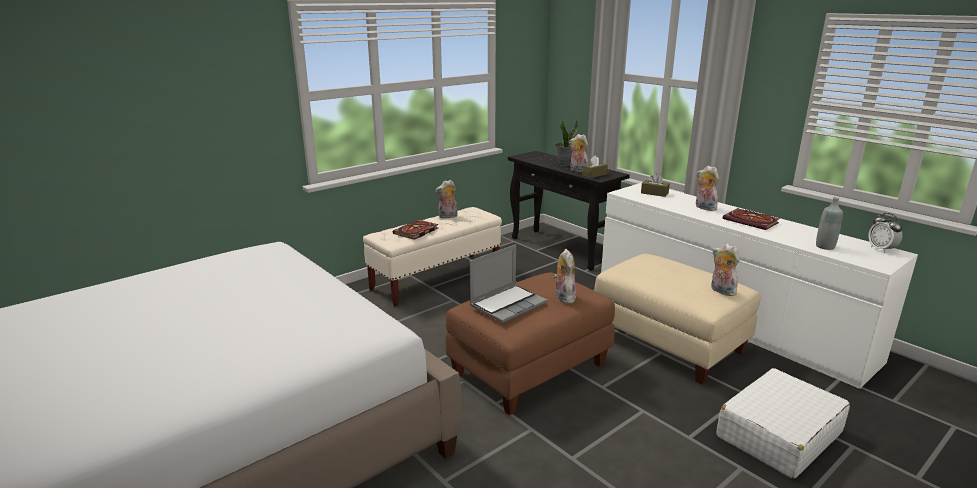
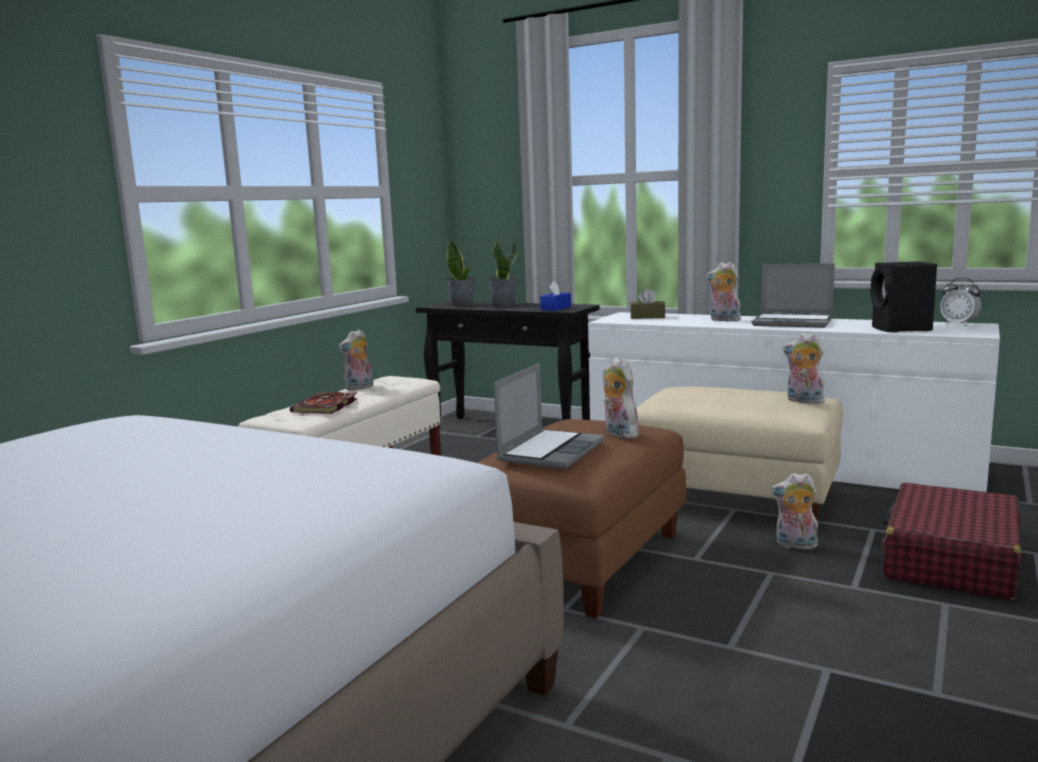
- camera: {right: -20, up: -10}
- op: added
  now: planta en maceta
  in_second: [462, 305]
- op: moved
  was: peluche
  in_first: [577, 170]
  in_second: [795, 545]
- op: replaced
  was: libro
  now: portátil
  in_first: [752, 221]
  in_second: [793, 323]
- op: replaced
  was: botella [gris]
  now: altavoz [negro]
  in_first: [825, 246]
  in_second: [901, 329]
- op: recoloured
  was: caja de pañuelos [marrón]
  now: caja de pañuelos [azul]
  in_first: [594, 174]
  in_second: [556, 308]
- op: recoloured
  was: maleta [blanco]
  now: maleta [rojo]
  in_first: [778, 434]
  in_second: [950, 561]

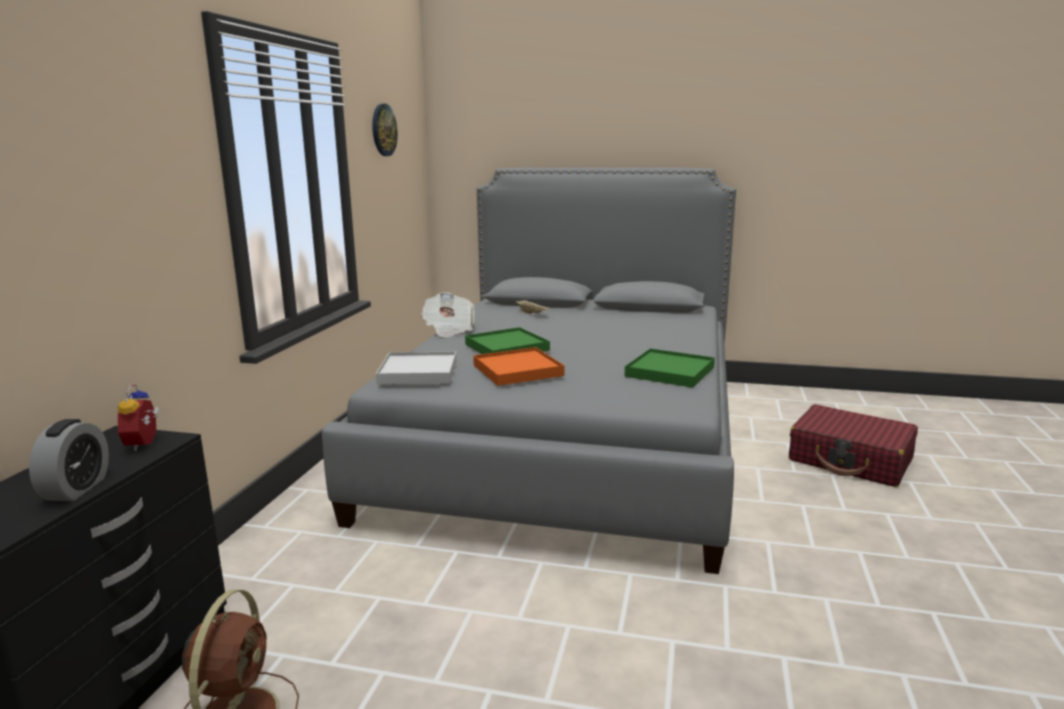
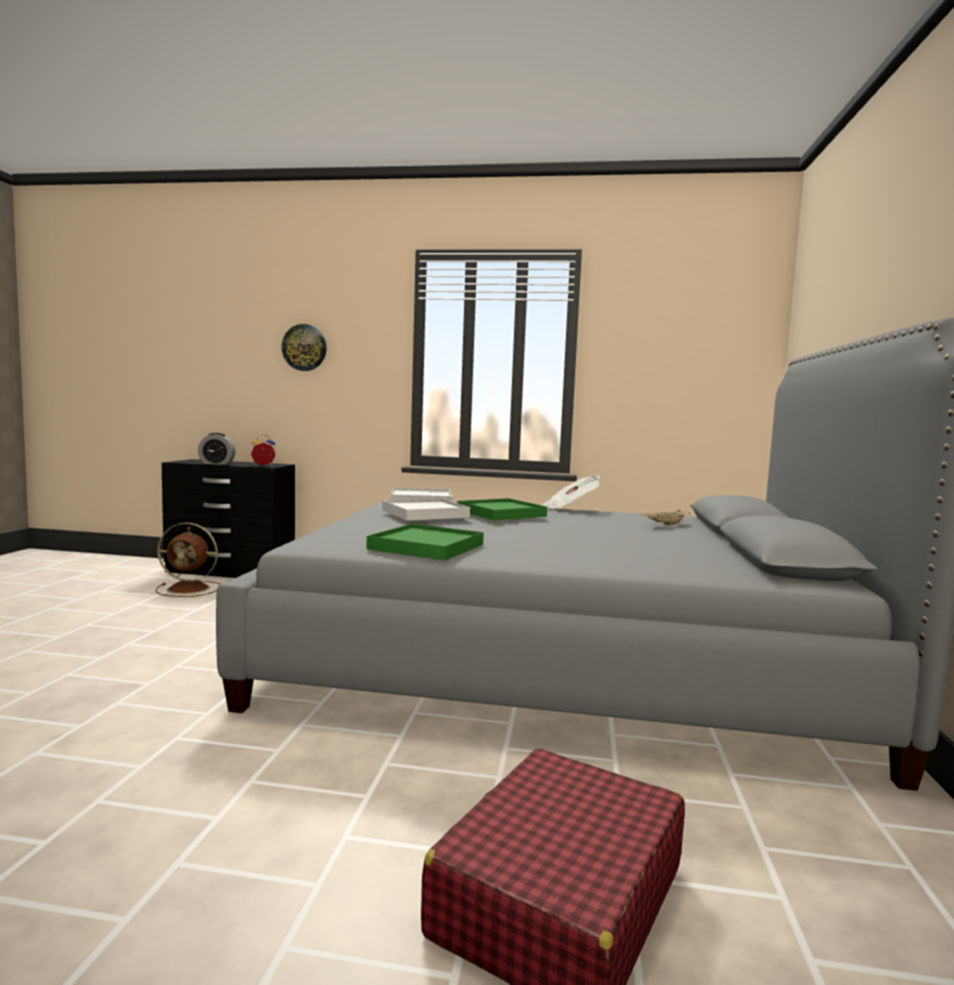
- camera: {right: 85, up: -10}
- op: moved
  was: reloj de pared
  in_first: [383, 130]
  in_second: [304, 347]
- op: recoloured
  was: bandeja [naranja]
  now: bandeja [blanco]
  in_first: [517, 370]
  in_second: [424, 513]

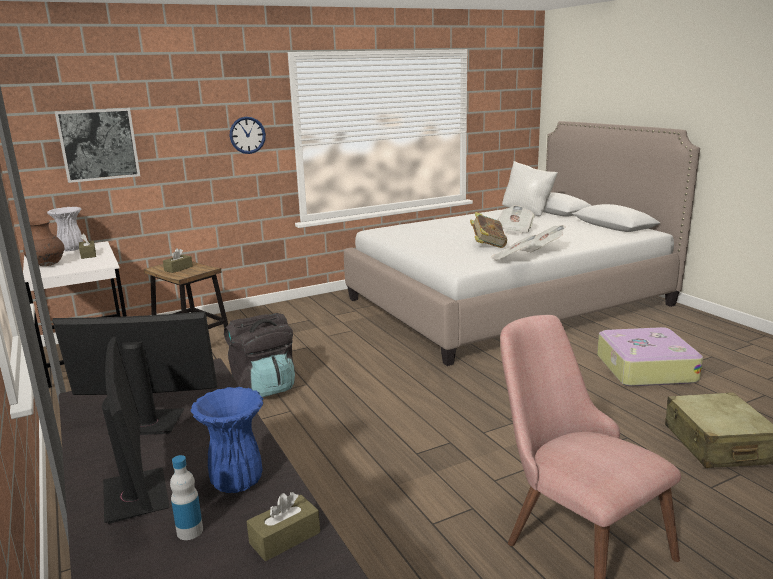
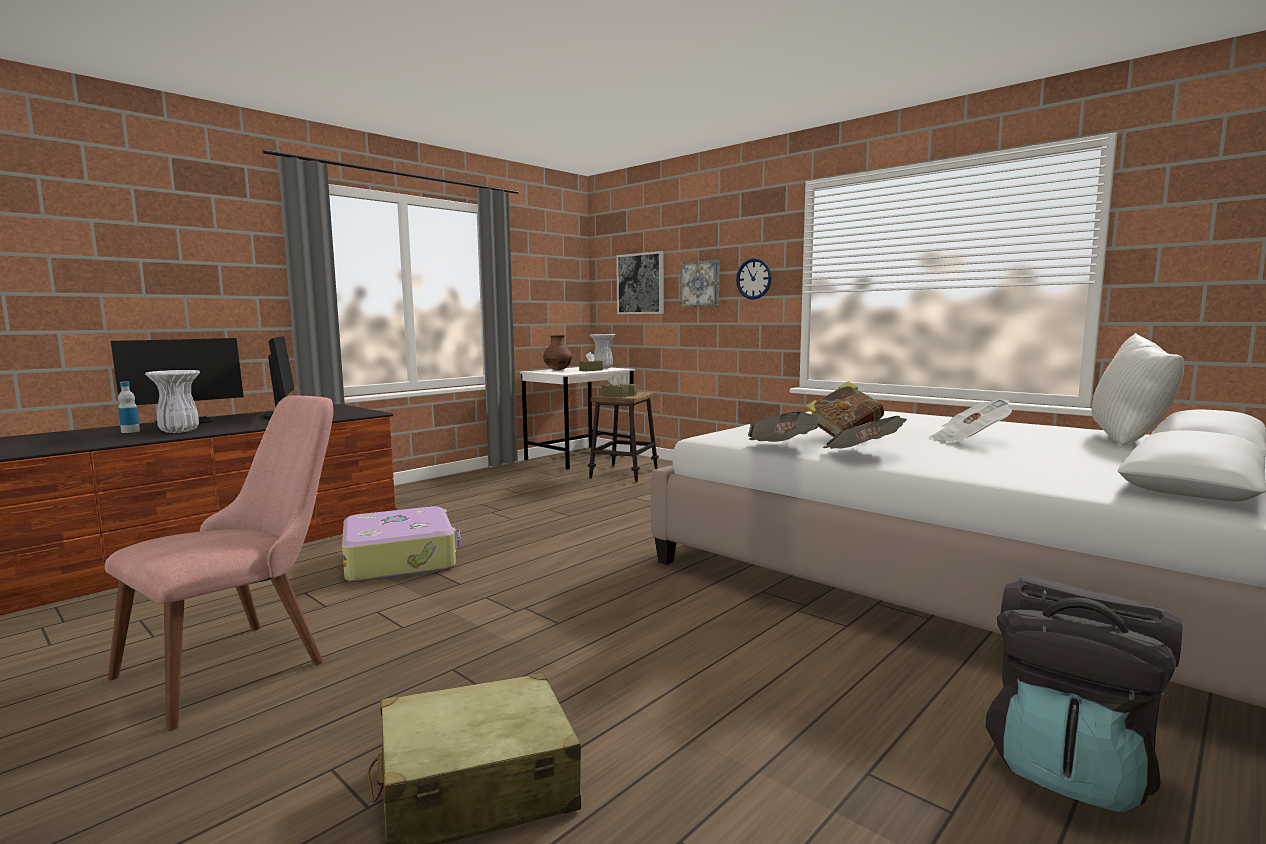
- camera: {right: 70, up: -10}
- op: added
  now: cuadro
  in_second: [701, 284]
- op: moved
  was: mochila [negro]
  in_first: [264, 387]
  in_second: [1071, 766]
- op: moved
  was: caja de pañuelos [marrón]
  in_first: [285, 538]
  in_second: [615, 396]
- op: moved
  was: maleta
  in_first: [644, 368]
  in_second: [401, 559]
- op: recoloured
  was: florero [azul]
  now: florero [blanco]
  in_first: [236, 483]
  in_second: [178, 431]

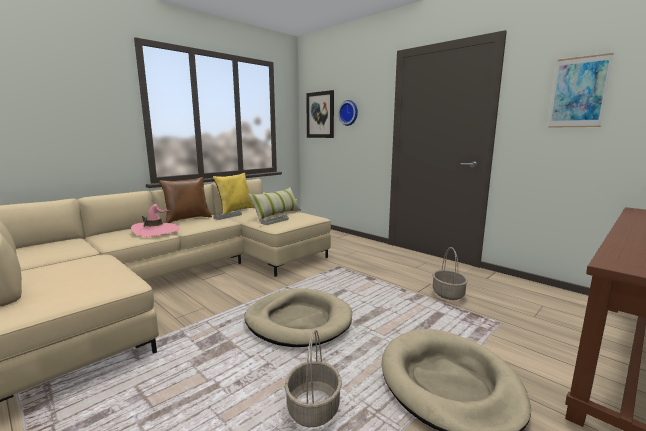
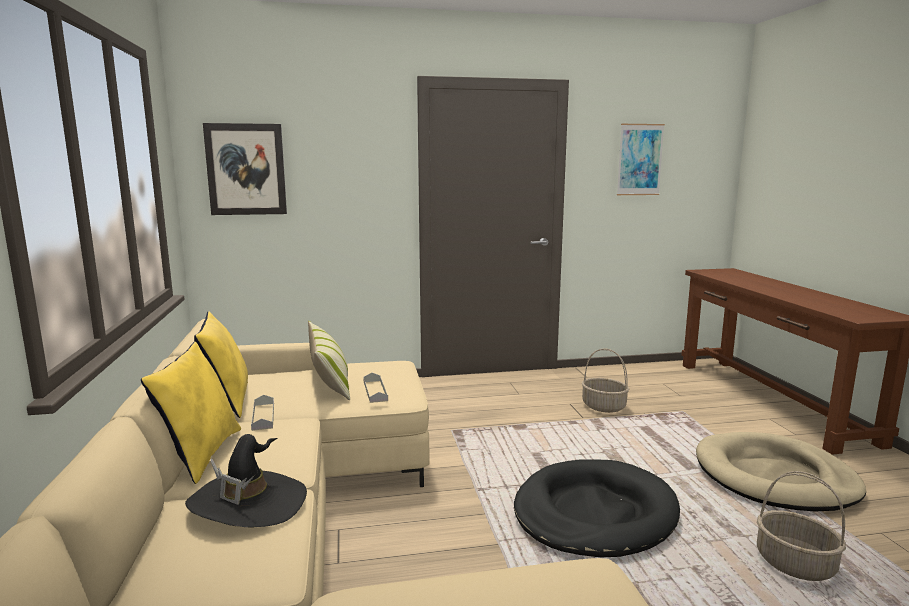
- camera: {right: -55, up: 0}
- op: removed
  was: reloj de pared
  in_first: [349, 113]
- op: recoloured
  was: sombrero [rosa]
  now: sombrero [negro]
  in_first: [156, 231]
  in_second: [248, 503]
- op: recoloured
  was: cojín [marrón]
  now: cojín [amarillo]
  in_first: [188, 219]
  in_second: [201, 455]
- op: recoloured
  was: cama para perro [beis]
  now: cama para perro [negro]
  in_first: [298, 321]
  in_second: [594, 513]

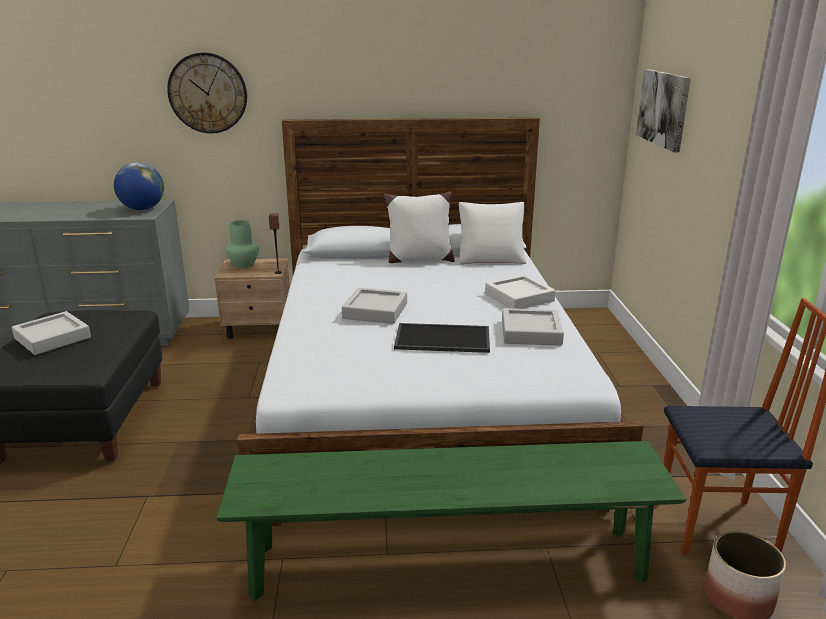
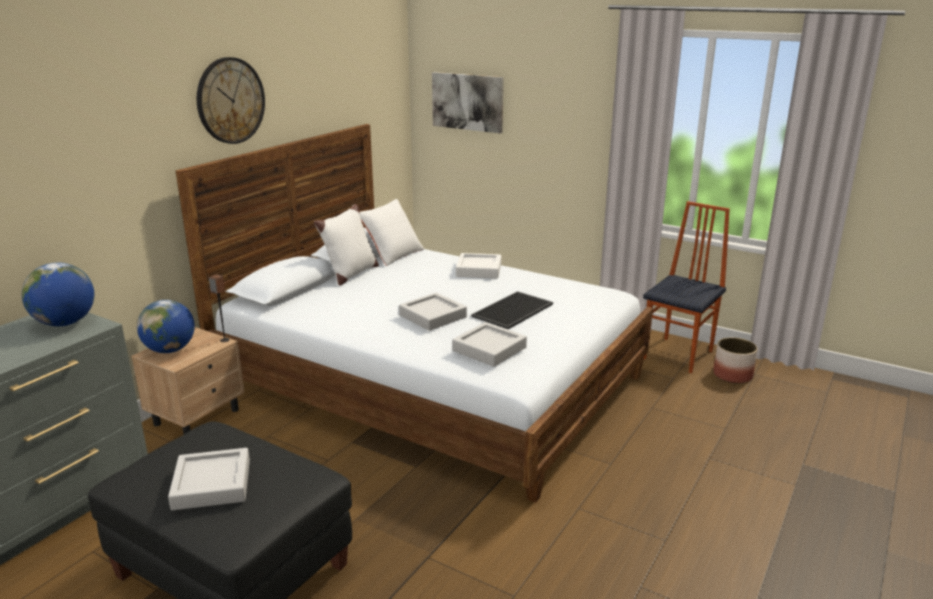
- camera: {right: -55, up: 0}
- op: removed
  was: banco [verde]
  in_first: [448, 562]
- op: moved
  was: reloj de pared
  in_first: [208, 93]
  in_second: [230, 100]
- op: moved
  was: bandeja [gris]
  in_first: [531, 332]
  in_second: [489, 349]
- op: replaced
  was: florero [verde]
  now: globo terráqueo
  in_first: [244, 265]
  in_second: [170, 350]

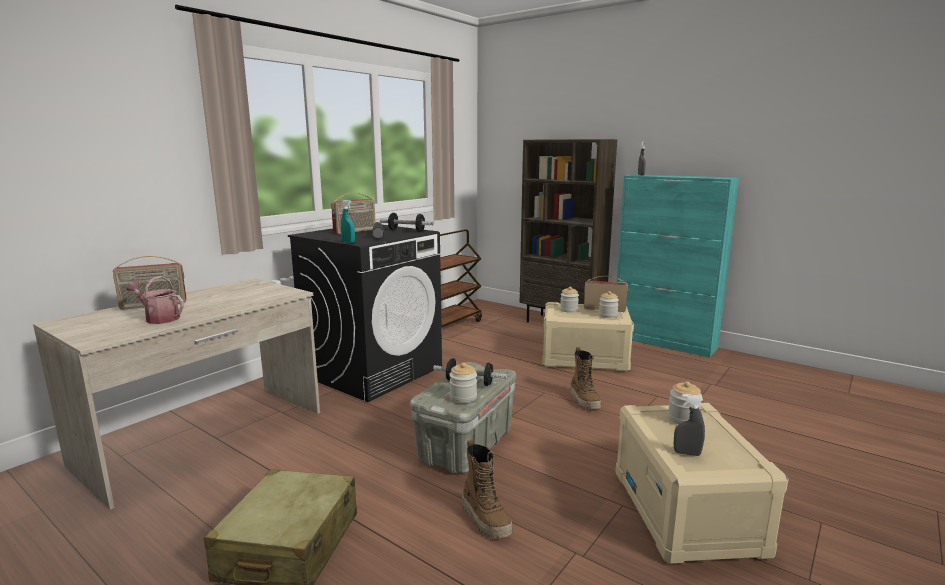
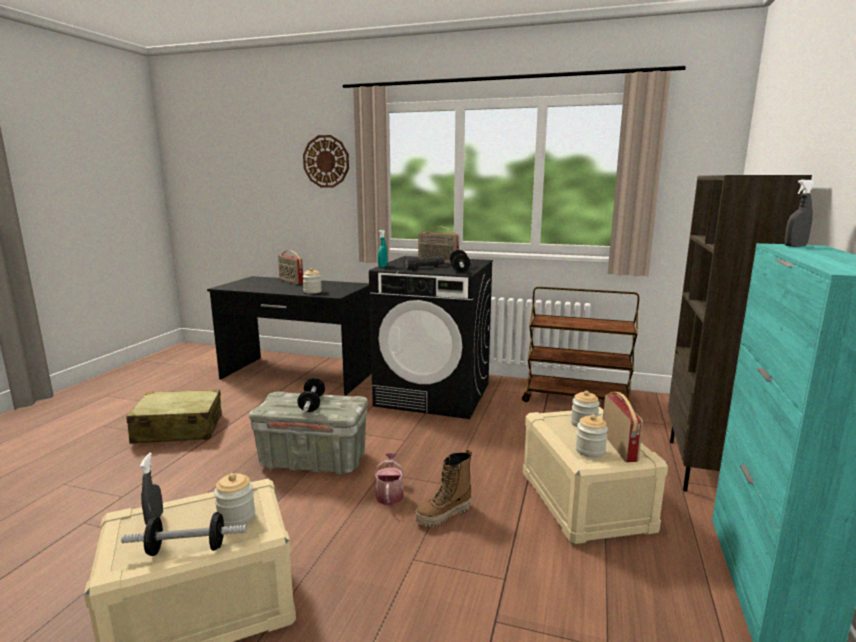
- camera: {right: 70, up: 0}
- op: removed
  was: bota
  in_first: [486, 520]
- op: added
  now: mancuerna
  in_second: [187, 549]
- op: added
  now: reloj de pared
  in_second: [326, 161]
- op: moved
  was: regadera
  in_first: [159, 318]
  in_second: [389, 494]
- op: moved
  was: tarro
  in_first: [463, 397]
  in_second: [312, 292]
- op: recoloured
  was: escritorio [beis]
  now: escritorio [negro]
  in_first: [205, 438]
  in_second: [297, 375]

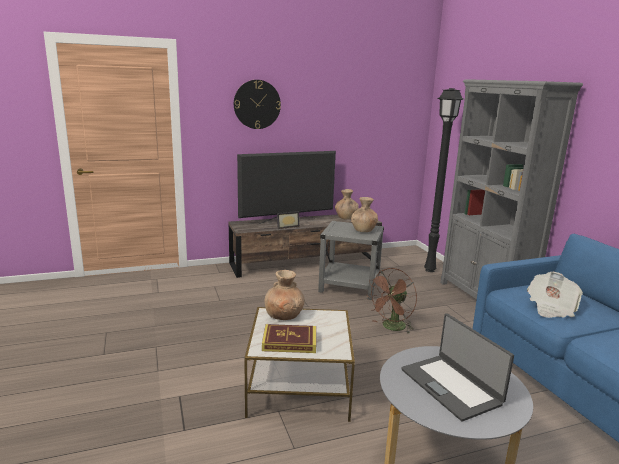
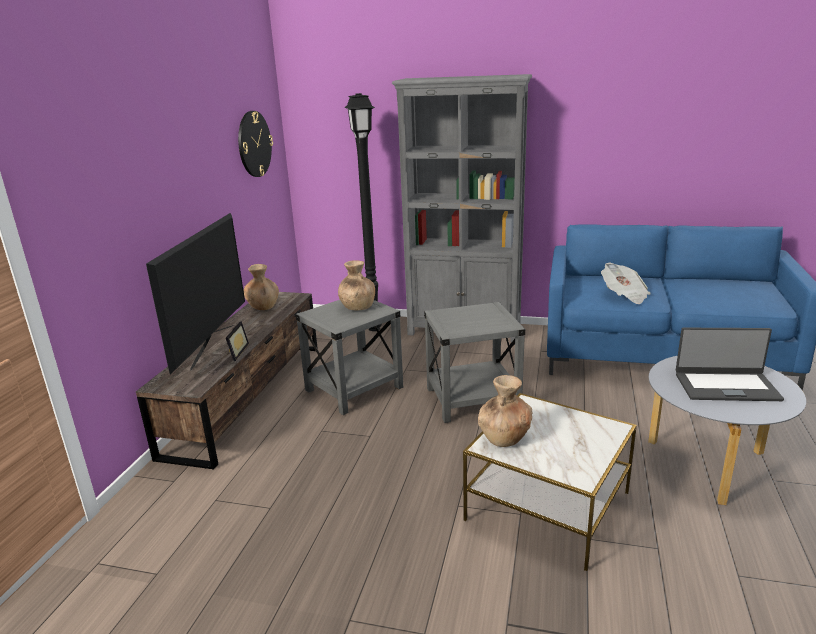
- camera: {right: -55, up: 5}
- op: removed
  was: libro
  in_first: [289, 342]
- op: moved
  was: reloj de pared
  in_first: [257, 104]
  in_second: [254, 144]
- op: replaced
  was: ventilador [marrón]
  now: mesa auxiliar [gris]
  in_first: [391, 328]
  in_second: [473, 399]

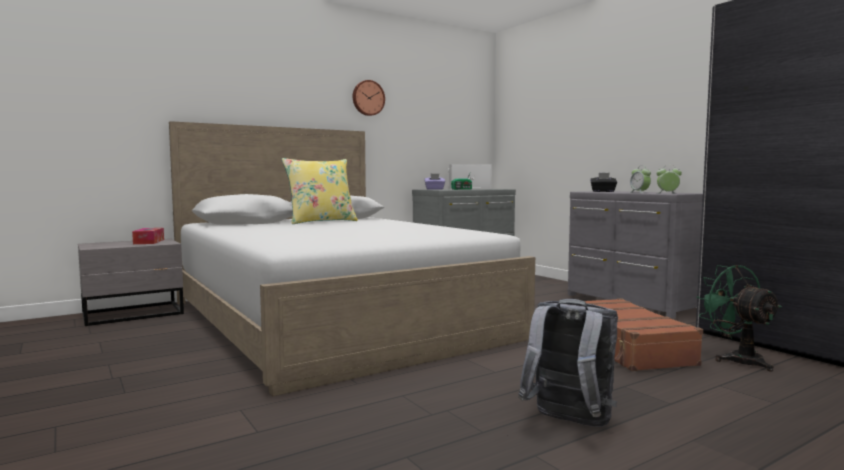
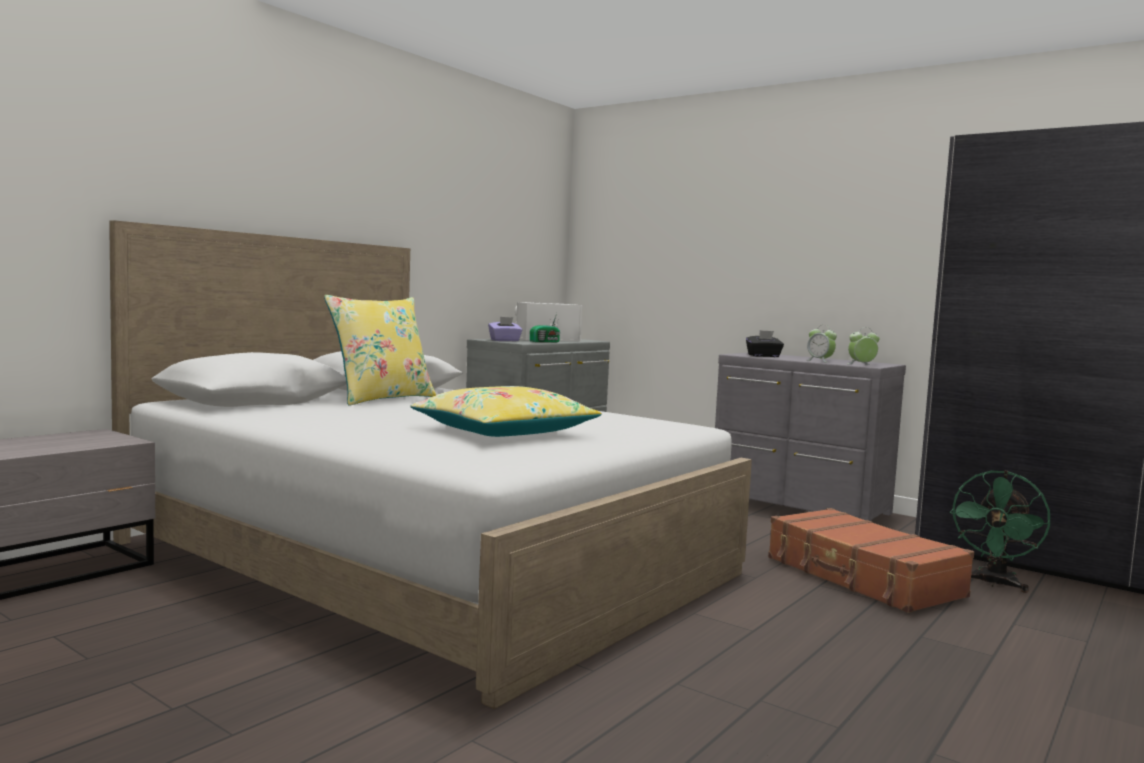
- camera: {right: -20, up: 0}
- op: removed
  was: caja de pañuelos
  in_first: [149, 242]
- op: removed
  was: reloj de pared
  in_first: [368, 98]
- op: removed
  was: mochila [gris]
  in_first: [568, 424]
- op: added
  now: cojín [amarillo]
  in_second: [504, 432]
- op: turned
  was: ventilador [verde]
  in_first: [737, 359]
  in_second: [994, 584]
  clockwise: -105

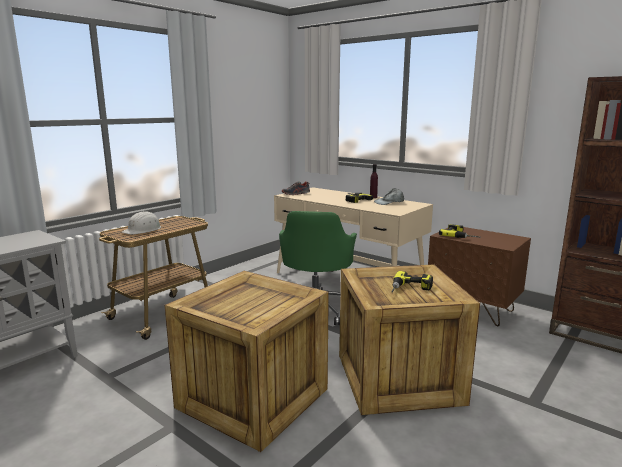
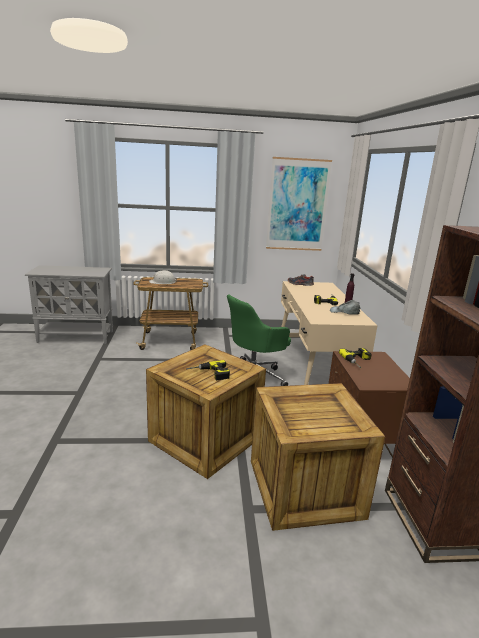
- camera: {right: 45, up: 5}
- op: added
  now: cuadro
  in_second: [297, 205]
- op: moved
  was: caja de embalaje
  in_first: [253, 396]
  in_second: [305, 487]

